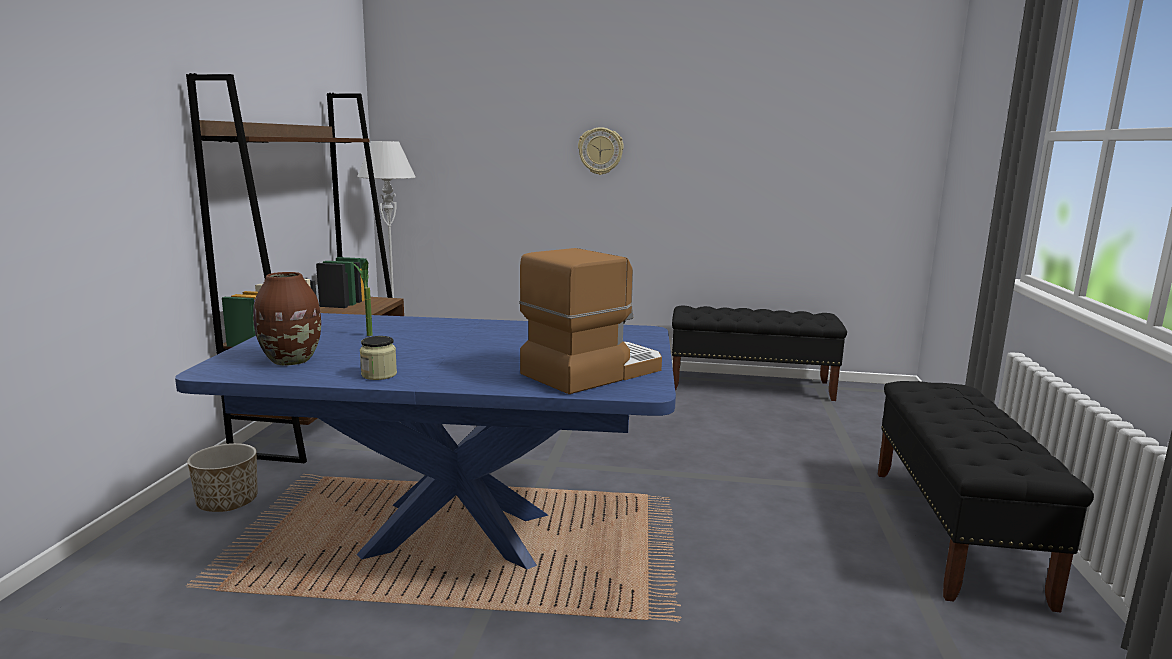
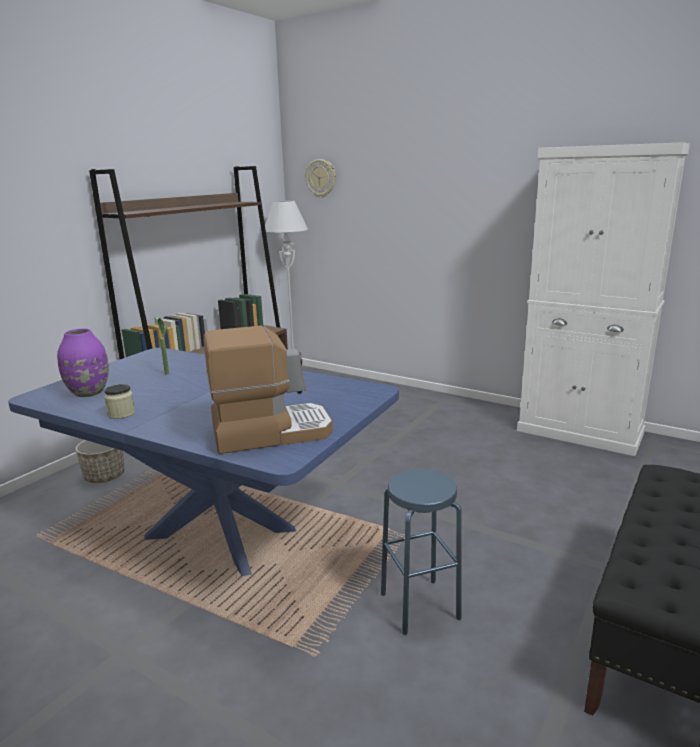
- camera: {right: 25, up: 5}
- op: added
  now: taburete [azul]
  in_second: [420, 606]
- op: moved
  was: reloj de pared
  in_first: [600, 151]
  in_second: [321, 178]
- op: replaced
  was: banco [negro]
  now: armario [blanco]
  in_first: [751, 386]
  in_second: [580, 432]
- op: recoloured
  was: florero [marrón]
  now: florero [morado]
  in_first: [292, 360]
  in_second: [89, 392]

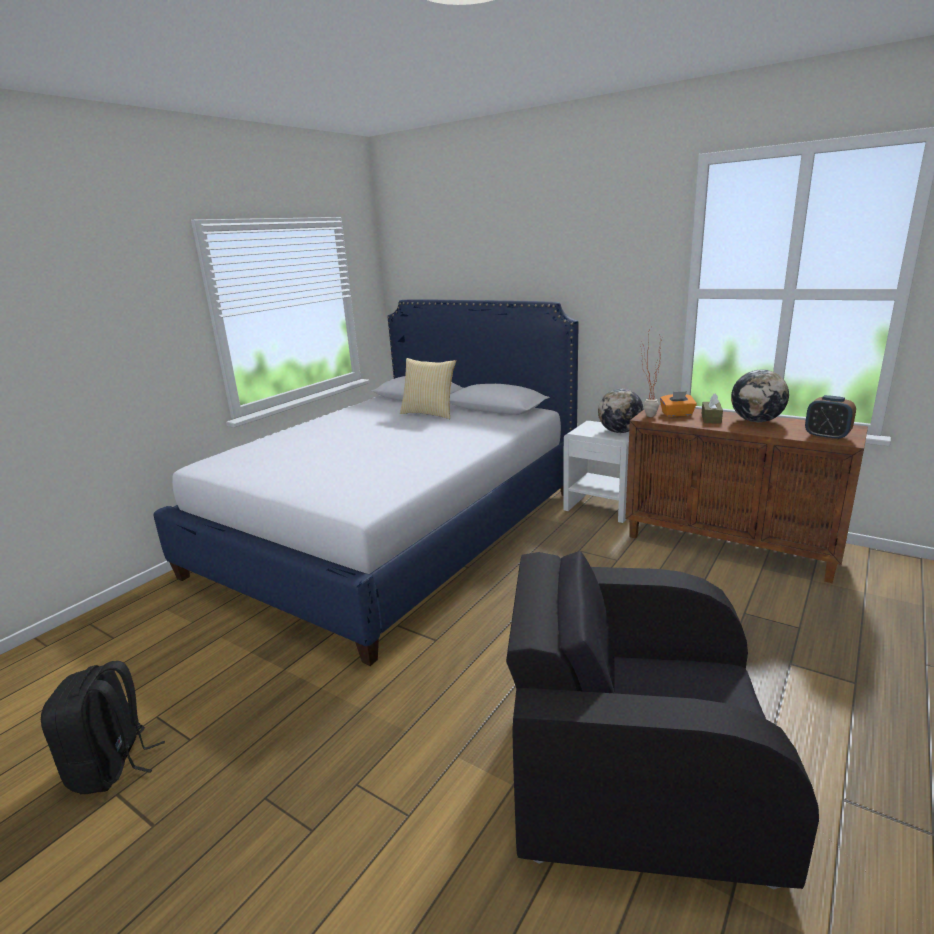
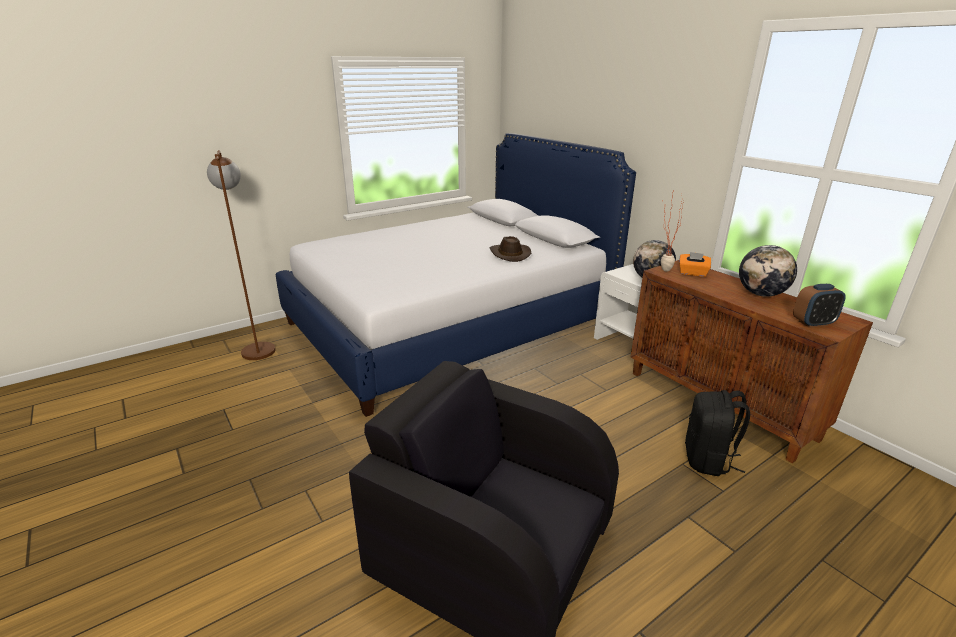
- camera: {right: 20, up: 5}
- op: removed
  was: cojín
  in_first: [429, 413]
- op: removed
  was: caja de pañuelos [marrón]
  in_first: [711, 418]
- op: added
  now: lámpara de pie [marrón]
  in_second: [258, 346]
- op: added
  now: sombrero [marrón]
  in_second: [509, 254]
- op: moved
  was: mochila [negro]
  in_first: [112, 765]
  in_second: [708, 460]
- op: turned
  was: despertador
  in_first: [826, 436]
  in_second: [813, 323]
  clockwise: -75

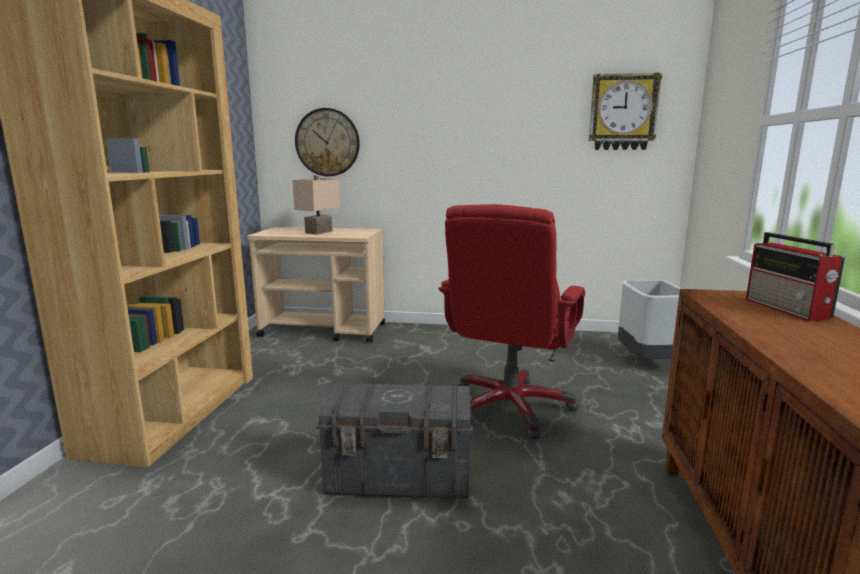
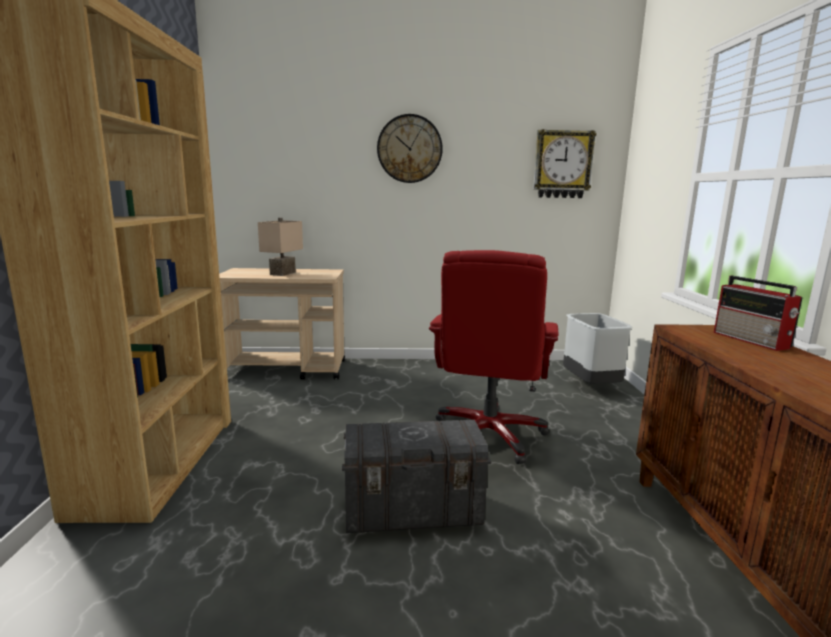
- camera: {right: -10, up: 0}
- op: moved
  was: reloj de pared
  in_first: [327, 142]
  in_second: [409, 149]

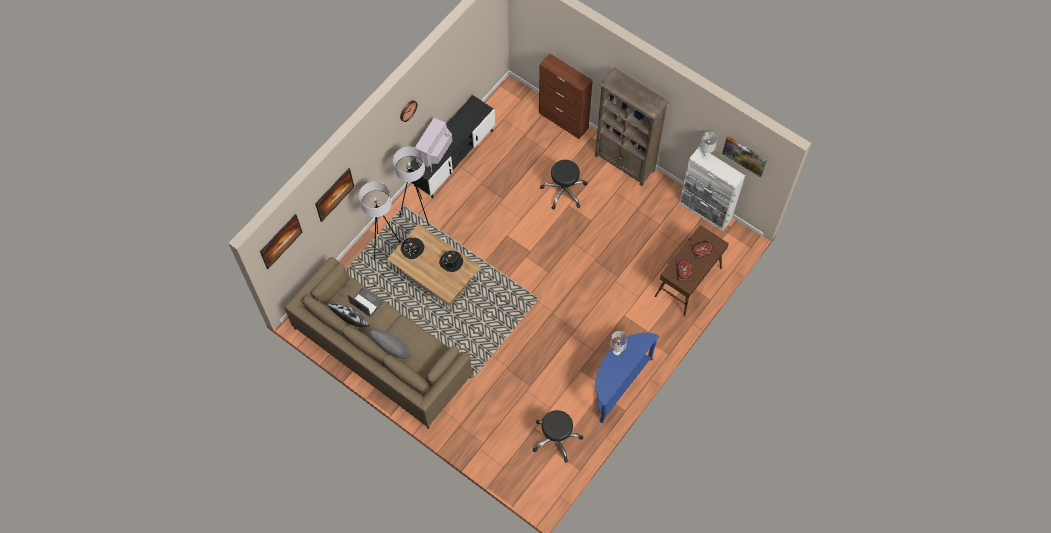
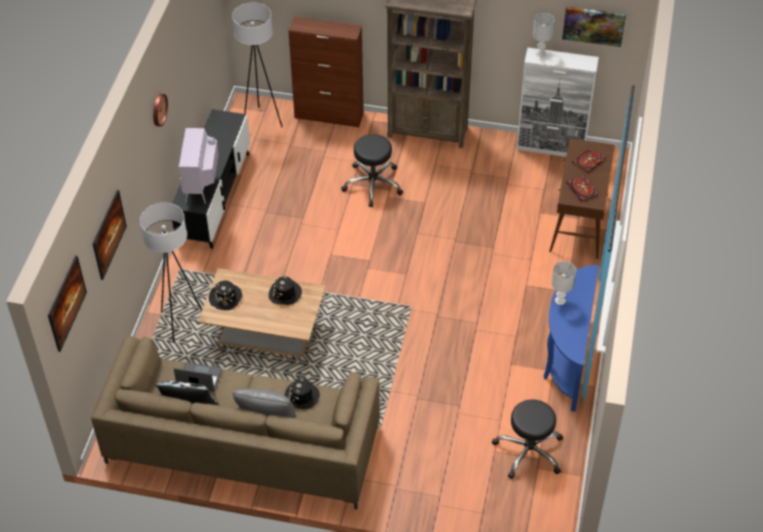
- camera: {right: -25, up: -15}
- op: added
  now: sombrero [negro]
  in_second: [301, 396]
- op: moved
  was: lámpara de pie [blanco]
  in_first: [417, 214]
  in_second: [261, 121]

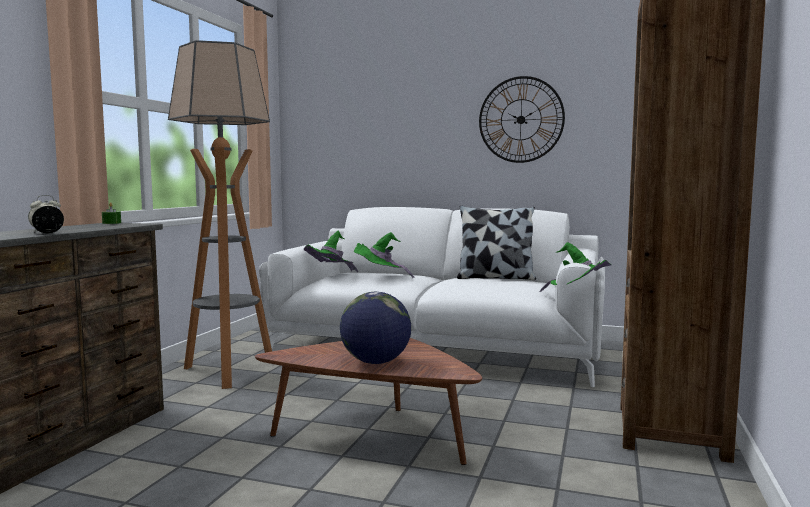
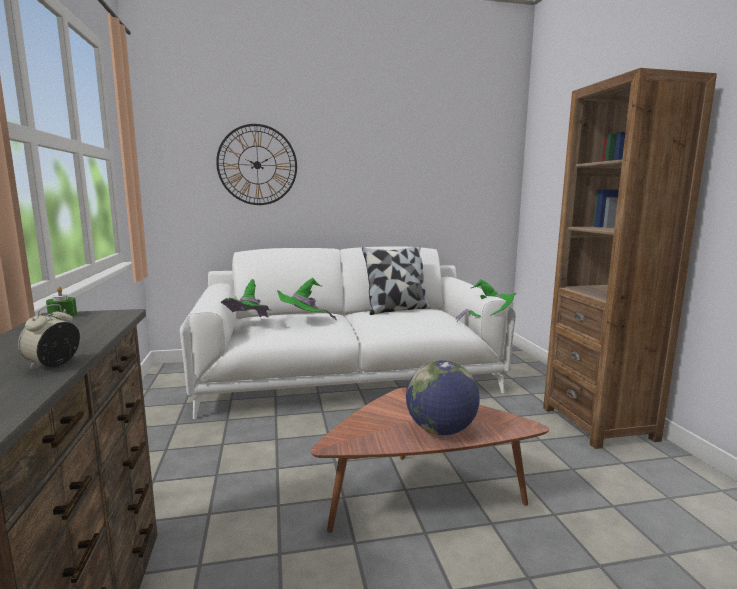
- camera: {right: -30, up: 5}
- op: removed
  was: lámpara de pie
  in_first: [228, 372]
- op: moved
  was: reloj de pared
  in_first: [521, 119]
  in_second: [257, 165]

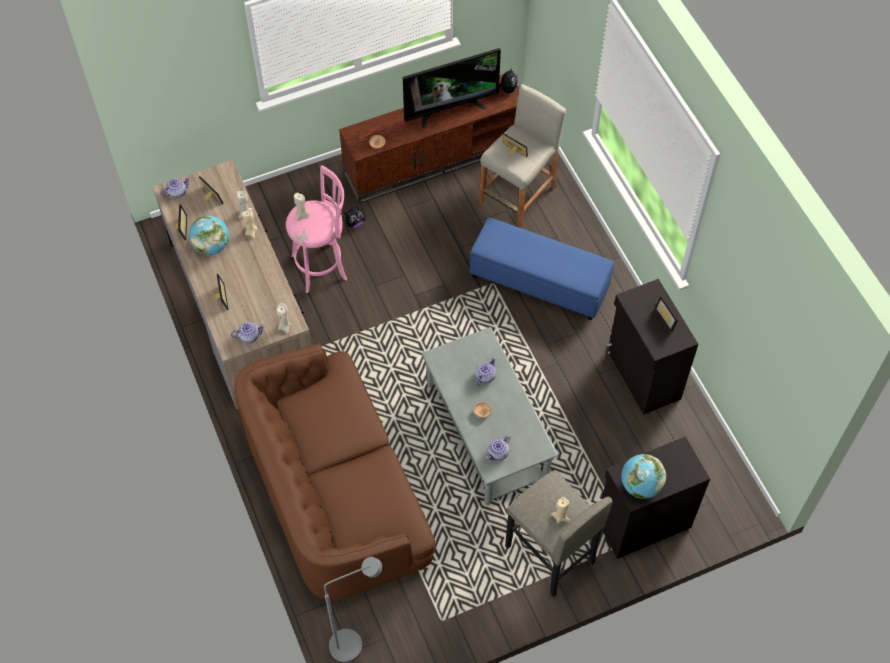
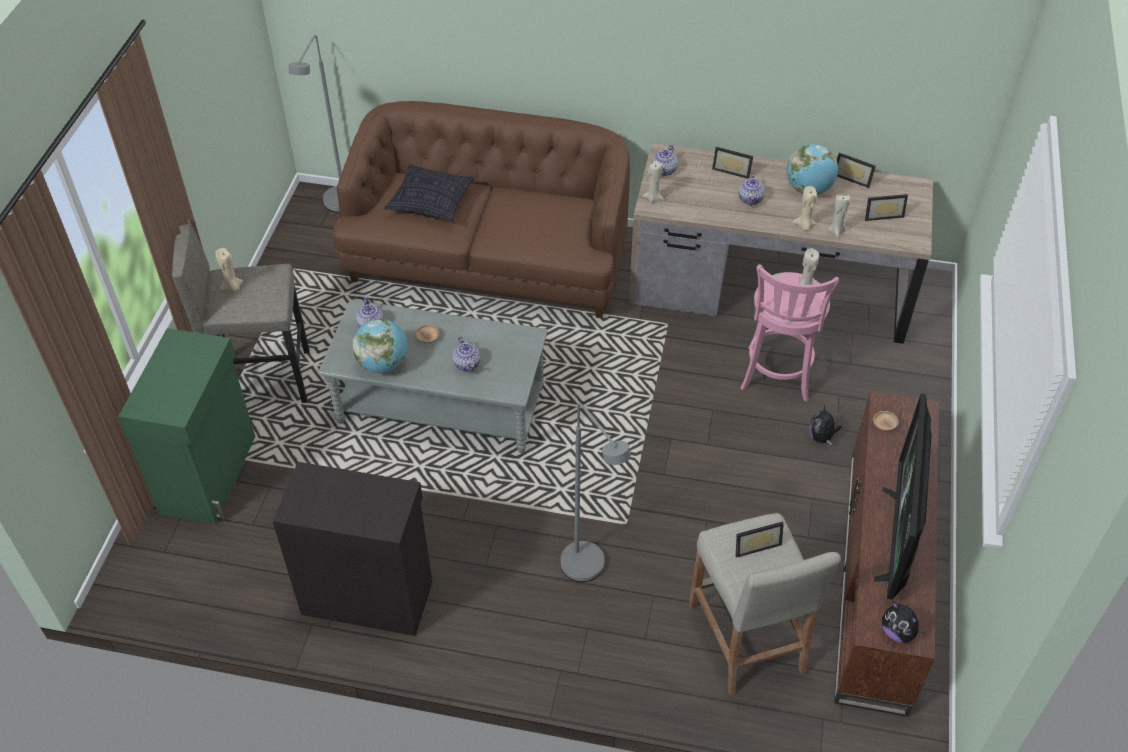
- camera: {right: 125, up: -10}
- op: removed
  was: portarretratos
  in_first: [667, 318]
- op: added
  now: cojín
  in_second: [431, 202]
- op: moved
  was: tetera
  in_first: [176, 192]
  in_second: [750, 199]
- op: moved
  was: globo terráqueo
  in_first: [640, 485]
  in_second: [383, 364]
- op: replaced
  was: puf [azul]
  now: lámpara de pie [gris]
  in_first: [539, 282]
  in_second: [589, 572]
- op: recoloured
  was: armario [negro]
  now: armario [verde]
  in_first: [642, 522]
  in_second: [210, 474]

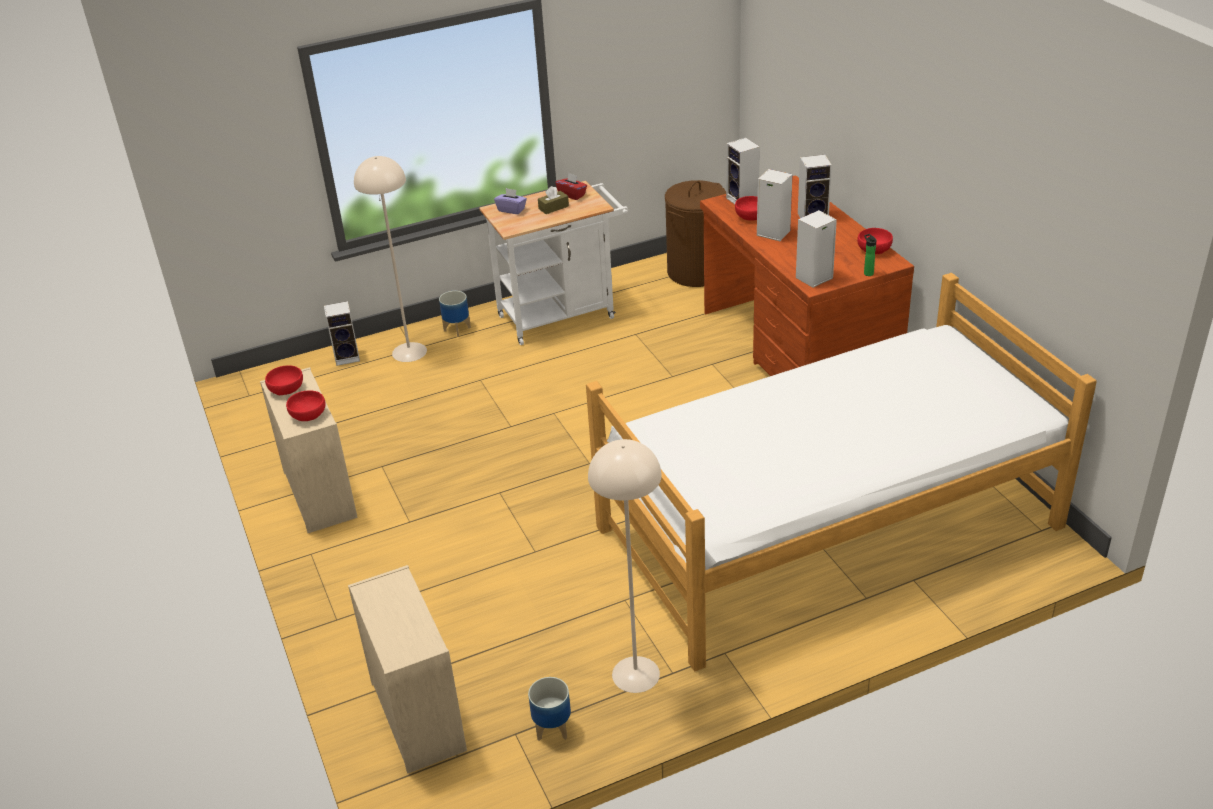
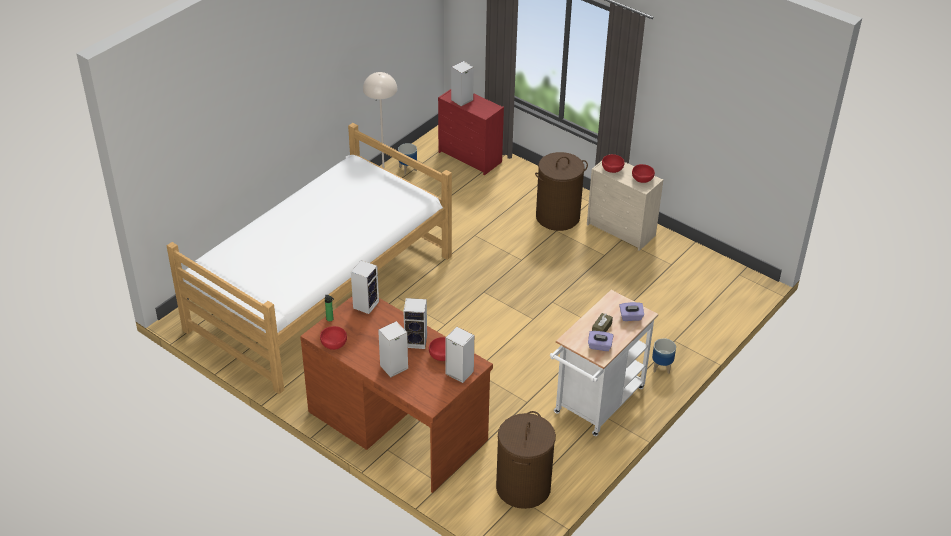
- camera: {right: 150, up: 5}
- op: removed
  was: lámpara de pie [beis]
  in_first: [409, 352]
- op: added
  now: cesto de la ropa [marrón]
  in_second: [557, 217]
- op: moved
  was: altavoz
  in_first: [348, 357]
  in_second: [461, 100]
- op: recoloured
  was: cómoda [beis]
  now: cómoda [rojo]
  in_first: [417, 715]
  in_second: [470, 157]
- op: recoloured
  was: caja de pañuelos [rojo]
  now: caja de pañuelos [morado]
  in_first: [572, 195]
  in_second: [599, 346]

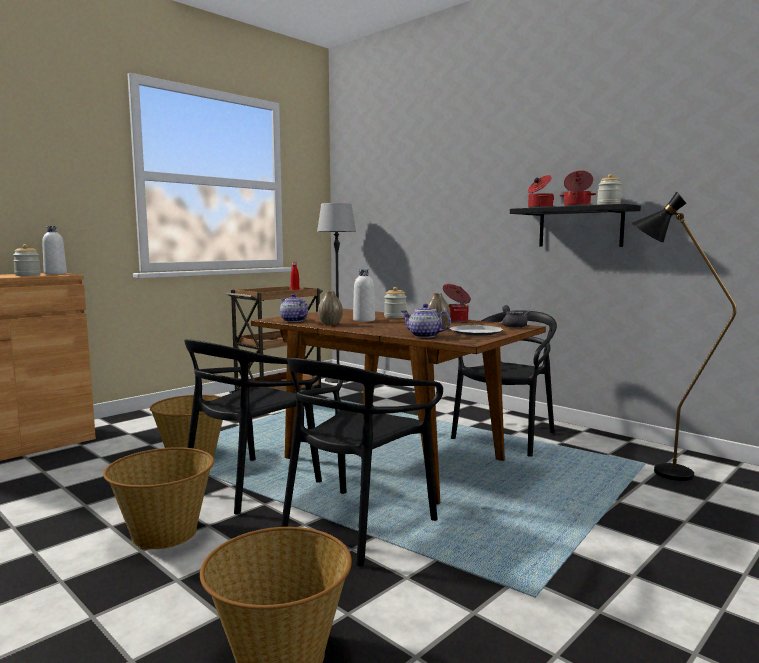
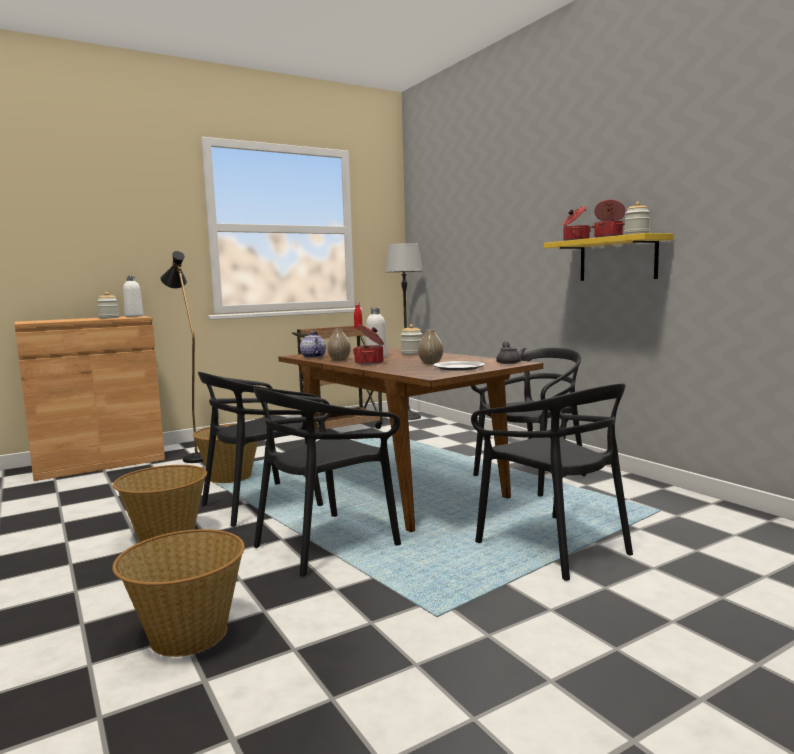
- camera: {right: 15, up: 0}
- op: removed
  was: tetera
  in_first: [424, 336]
- op: added
  now: silla [negro]
  in_second: [553, 546]
- op: moved
  was: olla
  in_first: [454, 321]
  in_second: [370, 362]
- op: moved
  was: lámpara de pie [negro]
  in_first: [658, 470]
  in_second: [193, 457]
- op: recoloured
  was: estante [negro]
  now: estante [amarillo]
  in_first: [580, 227]
  in_second: [617, 259]

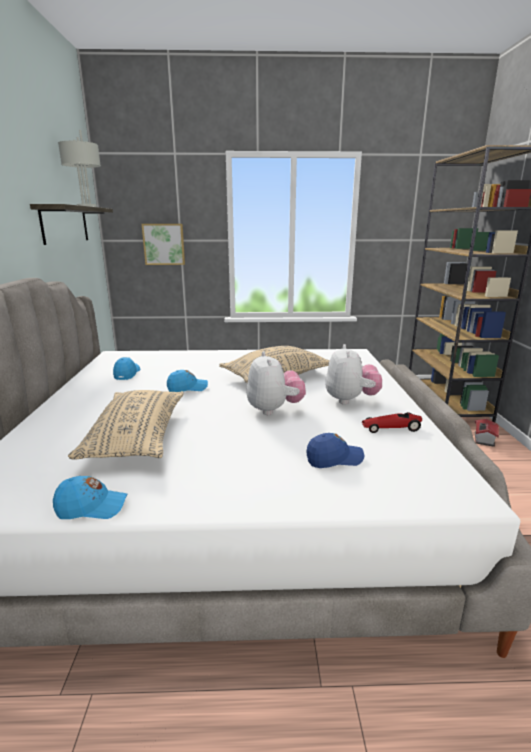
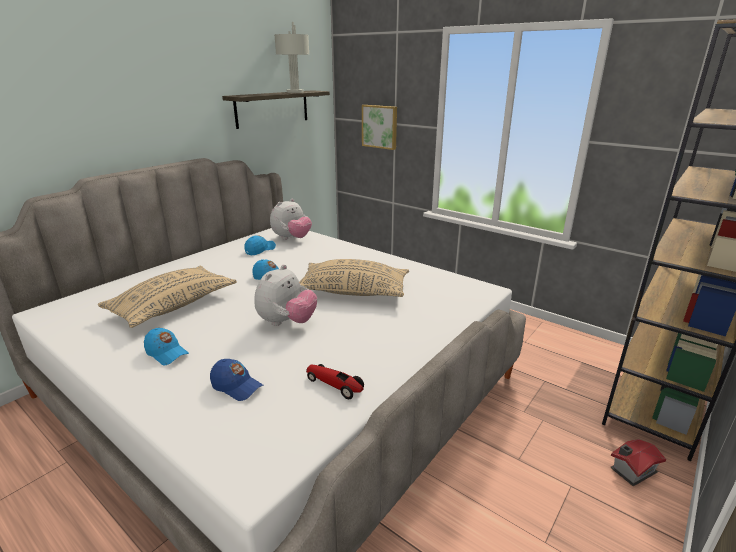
- camera: {right: 40, up: 5}
- op: moved
  was: gorra [azul]
  in_first: [92, 507]
  in_second: [167, 353]
- op: moved
  was: peluche
  in_first: [350, 400]
  in_second: [292, 238]

